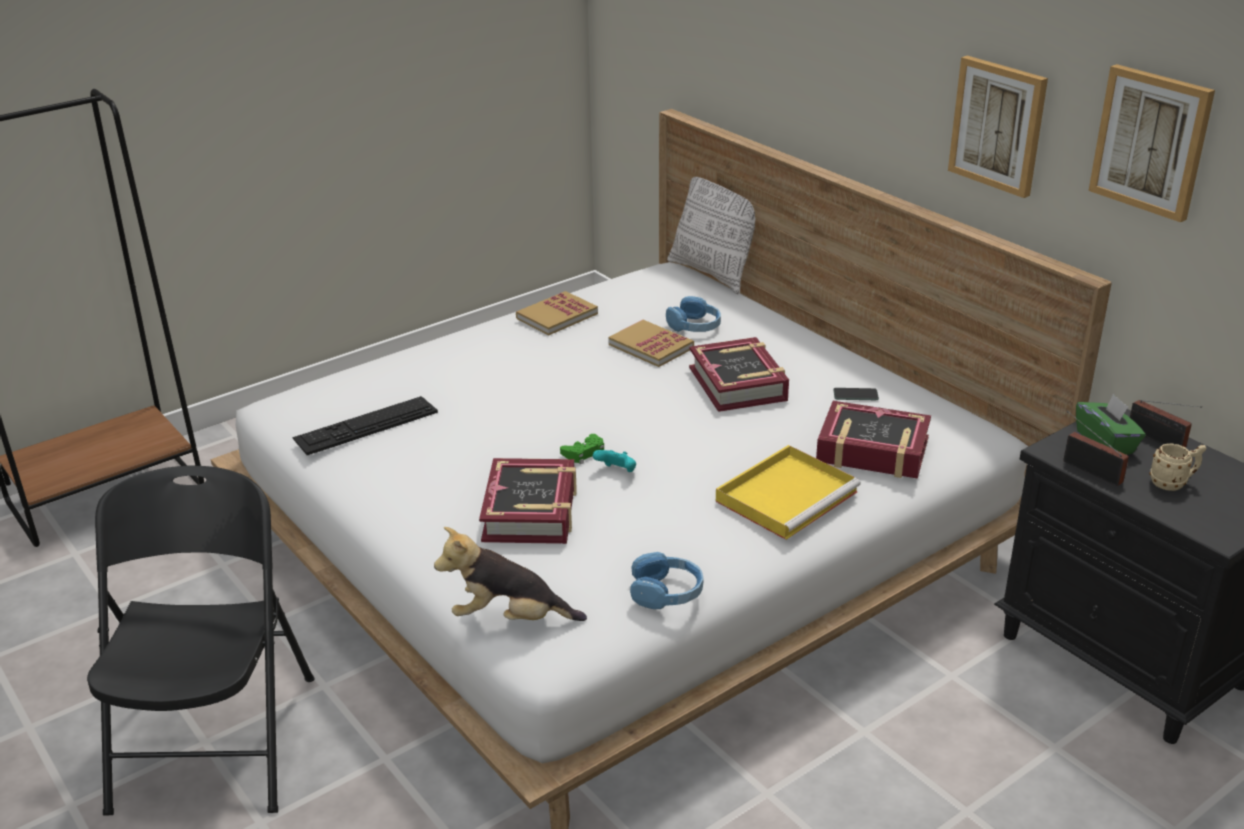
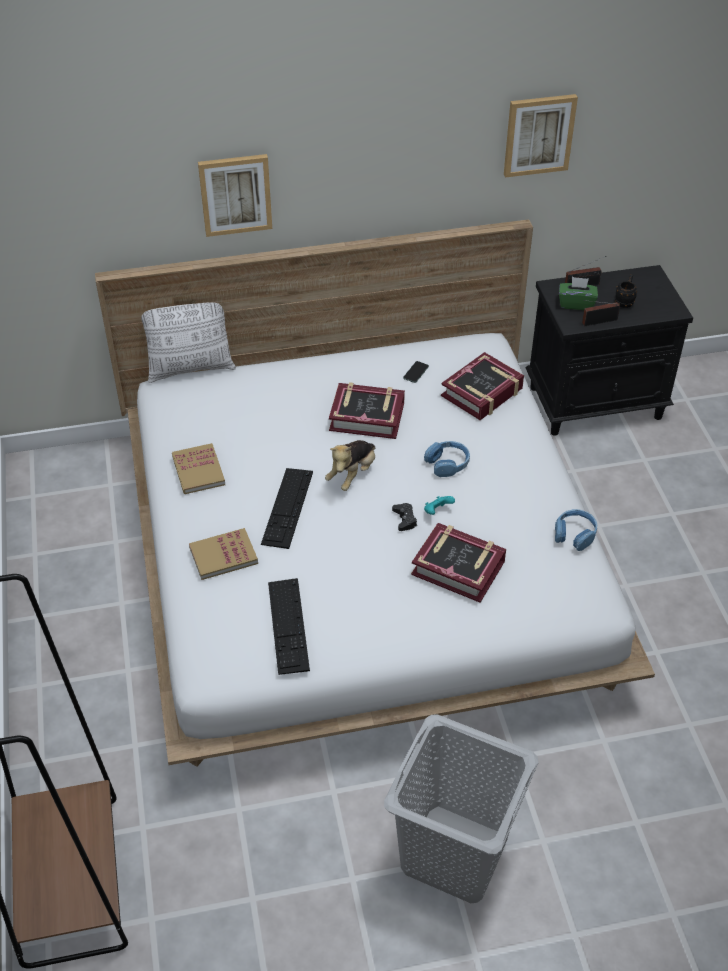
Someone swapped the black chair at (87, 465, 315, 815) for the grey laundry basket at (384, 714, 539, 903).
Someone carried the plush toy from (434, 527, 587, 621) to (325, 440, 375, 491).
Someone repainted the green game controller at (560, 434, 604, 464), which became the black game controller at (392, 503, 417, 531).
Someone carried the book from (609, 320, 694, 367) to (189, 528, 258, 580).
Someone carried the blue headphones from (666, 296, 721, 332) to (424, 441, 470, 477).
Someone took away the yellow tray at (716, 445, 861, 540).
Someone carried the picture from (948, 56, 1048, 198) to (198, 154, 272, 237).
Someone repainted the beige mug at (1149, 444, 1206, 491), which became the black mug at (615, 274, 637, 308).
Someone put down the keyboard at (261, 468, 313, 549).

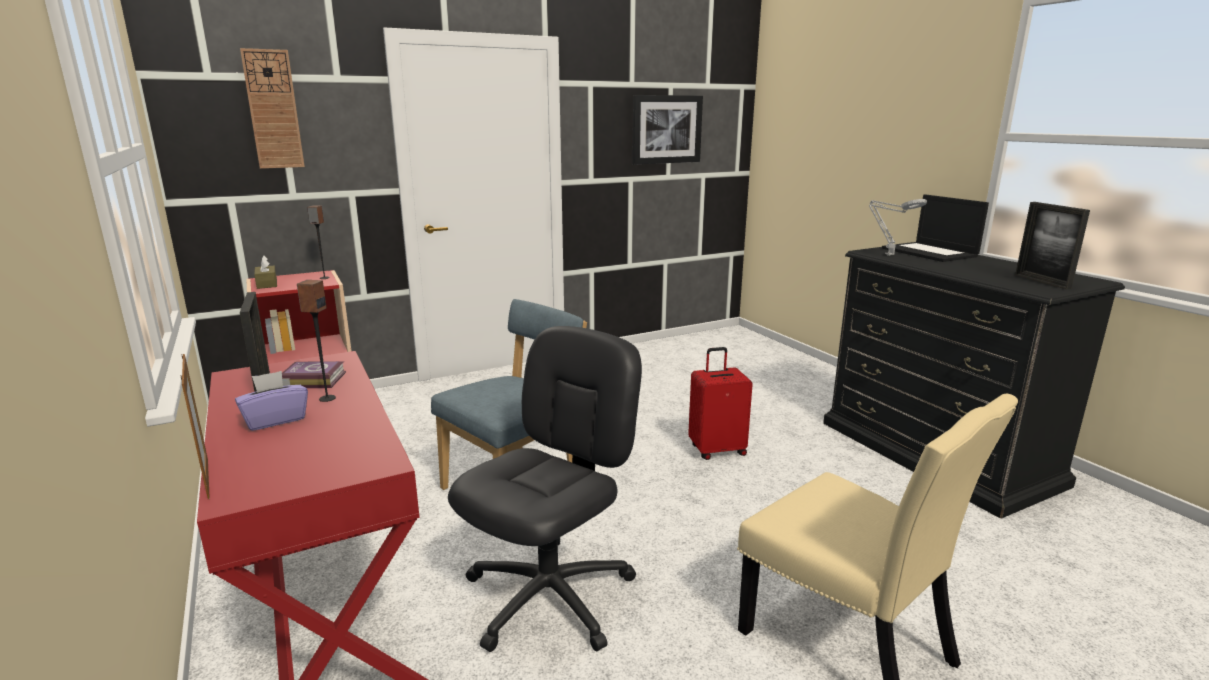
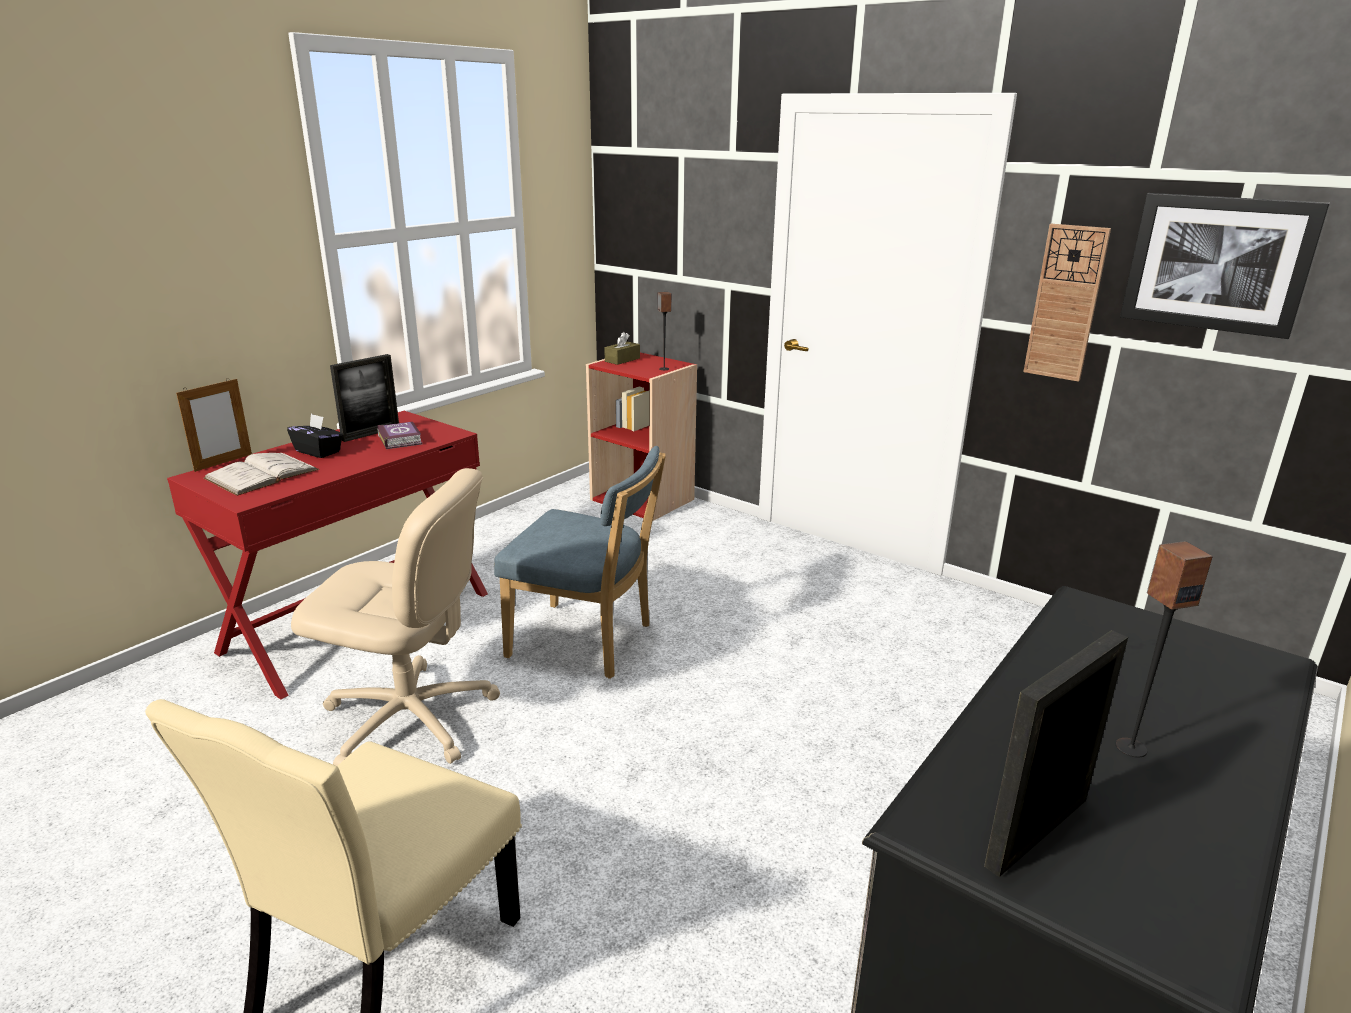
Someone repainted the purple tissue box at (235, 371, 308, 431), which became the black tissue box at (287, 413, 343, 458).
Someone carried the wall clock from (240, 48, 305, 169) to (1023, 224, 1111, 382).
Someone carried the speaker from (297, 280, 336, 402) to (1115, 541, 1213, 758).
Someone repainted the black office chair at (448, 326, 642, 652), which became the beige office chair at (291, 468, 500, 766).
Someone took away the red suitcase at (688, 347, 753, 460).
Someone took away the grey table lamp at (869, 199, 927, 256).
Someone took away the laptop at (882, 194, 989, 262).
Someone put down the white book at (204, 453, 319, 496).

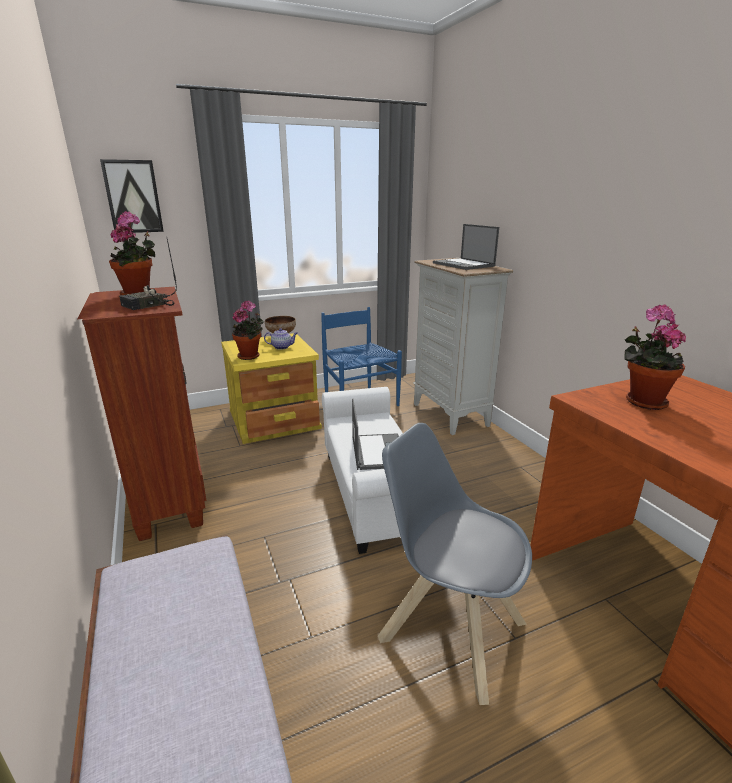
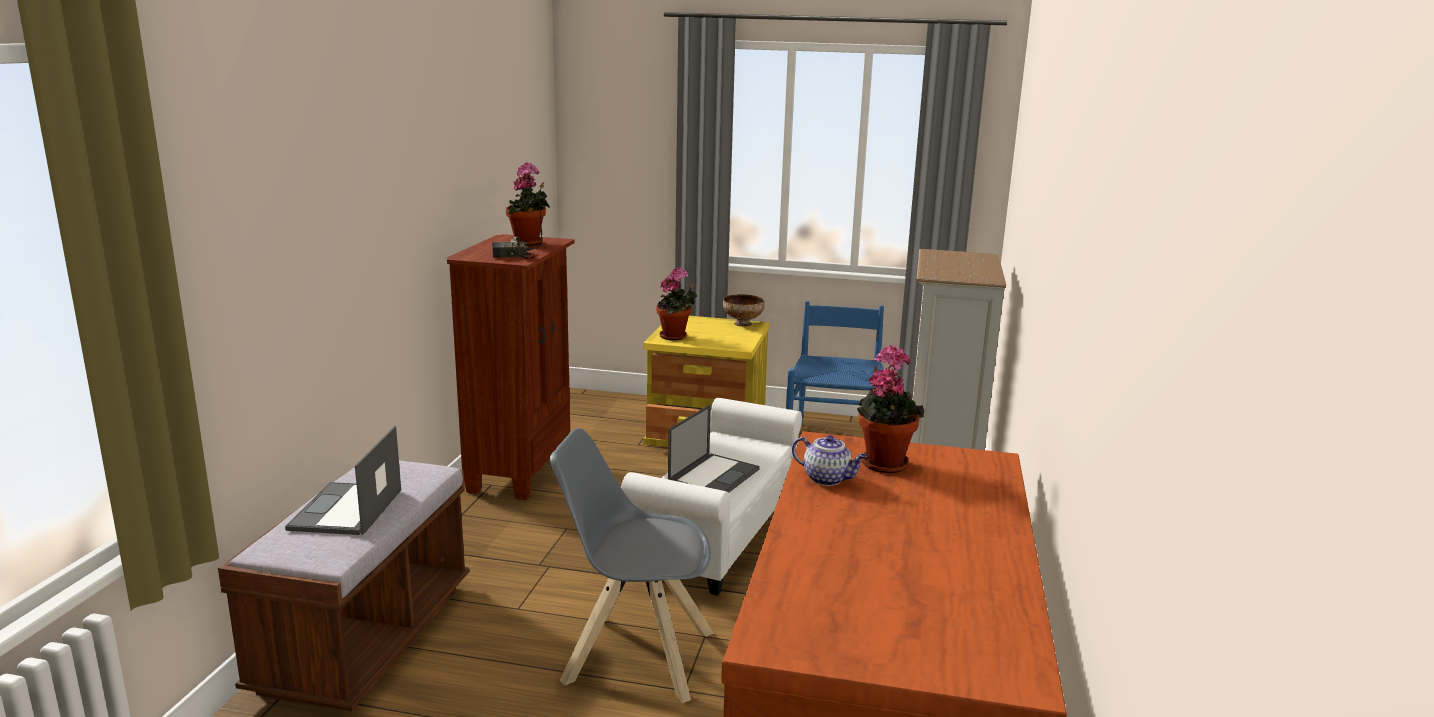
Someone took away the picture at (100, 159, 164, 233).
Someone carried the teapot from (264, 328, 298, 350) to (792, 435, 867, 486).
Someone rotated the grey chair at (378, 423, 532, 705) by 60 degrees counterclockwise.
Someone carried the laptop from (433, 224, 499, 270) to (285, 426, 401, 535).

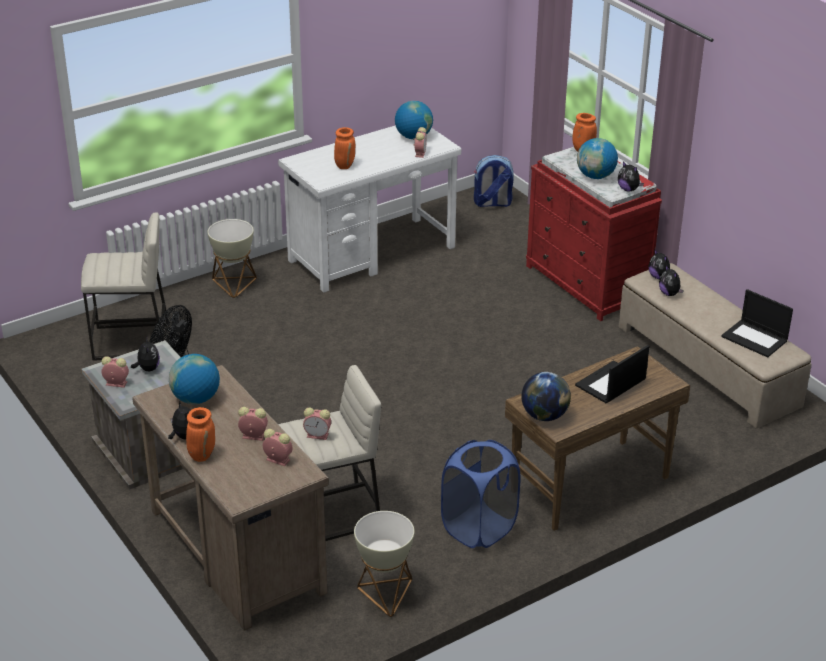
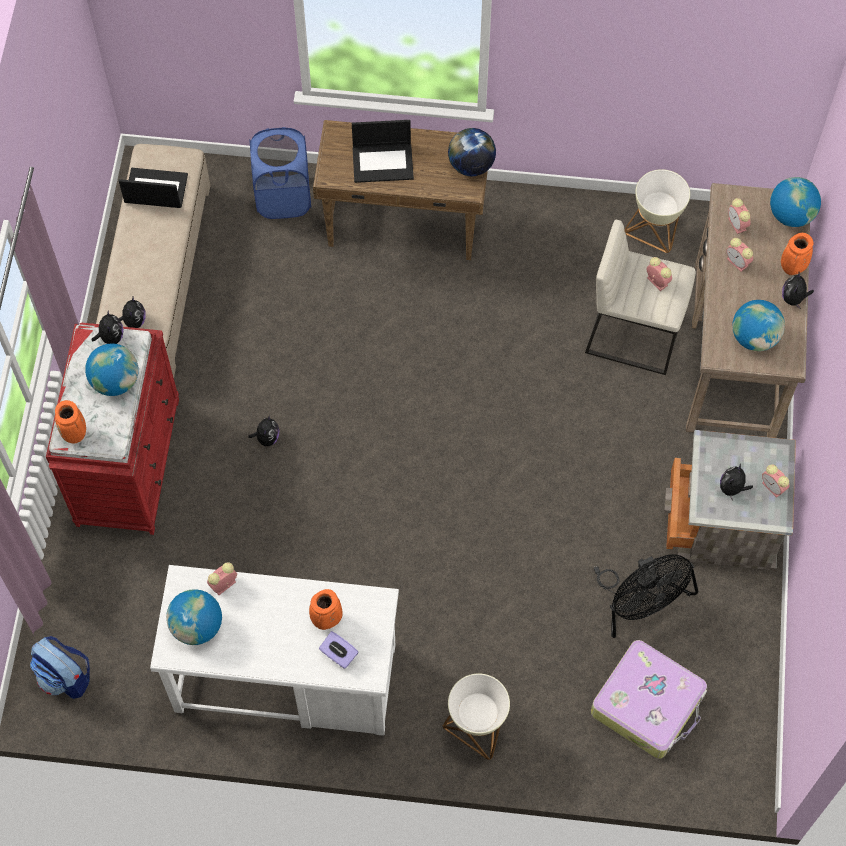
Someone swapped the beige stool at (81, 213, 169, 361) for the suitcase at (591, 640, 707, 758).
Someone carried the blue laundry basket from (441, 440, 520, 548) to (249, 127, 311, 219).
Someone carried the plush toy from (659, 265, 684, 296) to (248, 415, 279, 446).
Someone rotated the laptop at (721, 289, 793, 357) by 75 degrees counterclockwise.
Someone put down the purple tissue box at (319, 631, 359, 669).
Someone put down the globe at (770, 177, 821, 227).

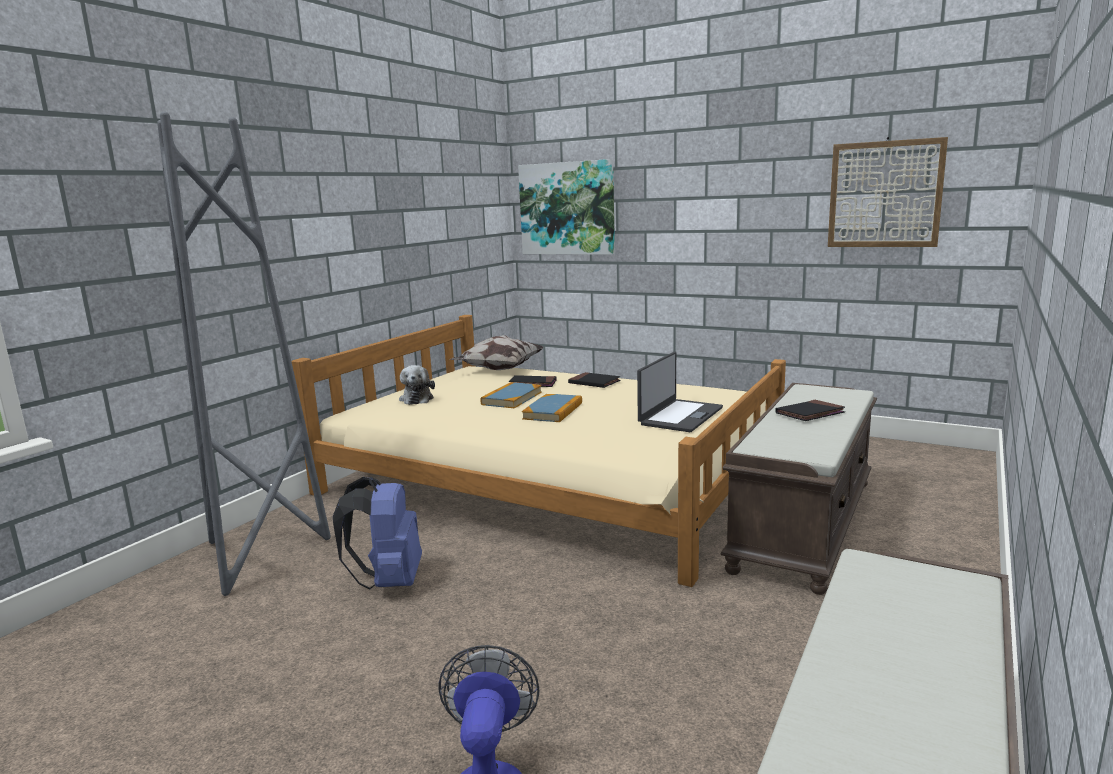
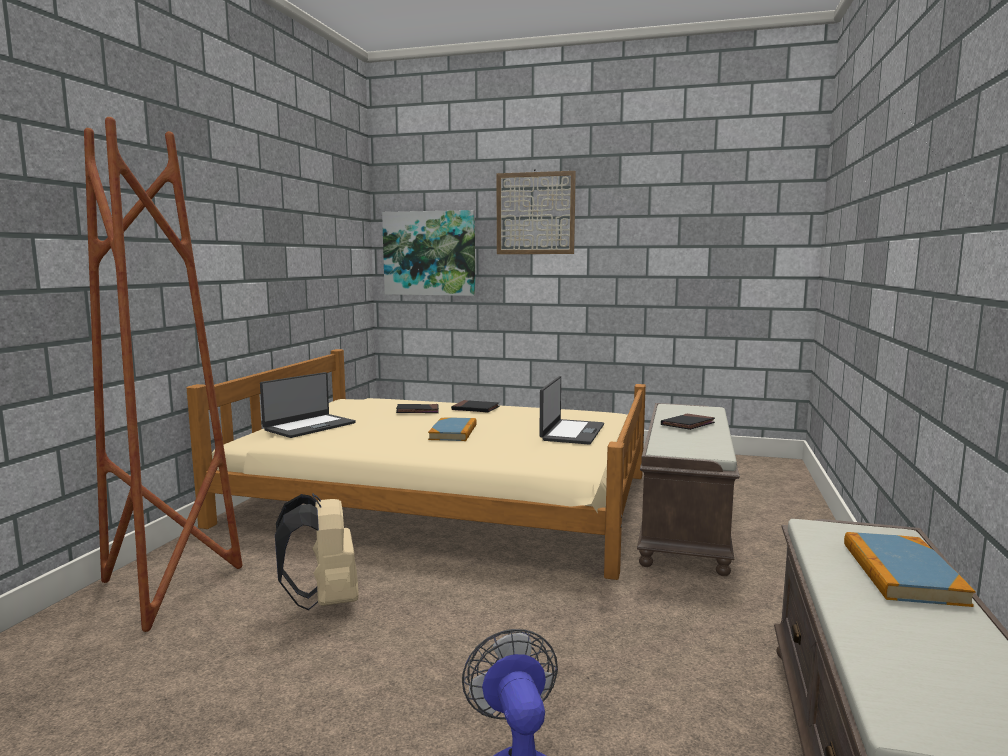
Someone repainted the grey clothes rack at (157, 111, 331, 596), which became the brown clothes rack at (84, 117, 242, 632).
Someone repainted the blue backpack at (333, 477, 422, 589), which became the beige backpack at (275, 493, 359, 610).
Someone swapped the plush toy at (399, 365, 435, 405) for the laptop at (260, 372, 356, 438).
Someone took away the pillow at (450, 335, 544, 370).
Someone carried the book from (480, 382, 542, 408) to (844, 532, 975, 607).
Someone carried the picture from (828, 137, 948, 247) to (497, 169, 576, 254).

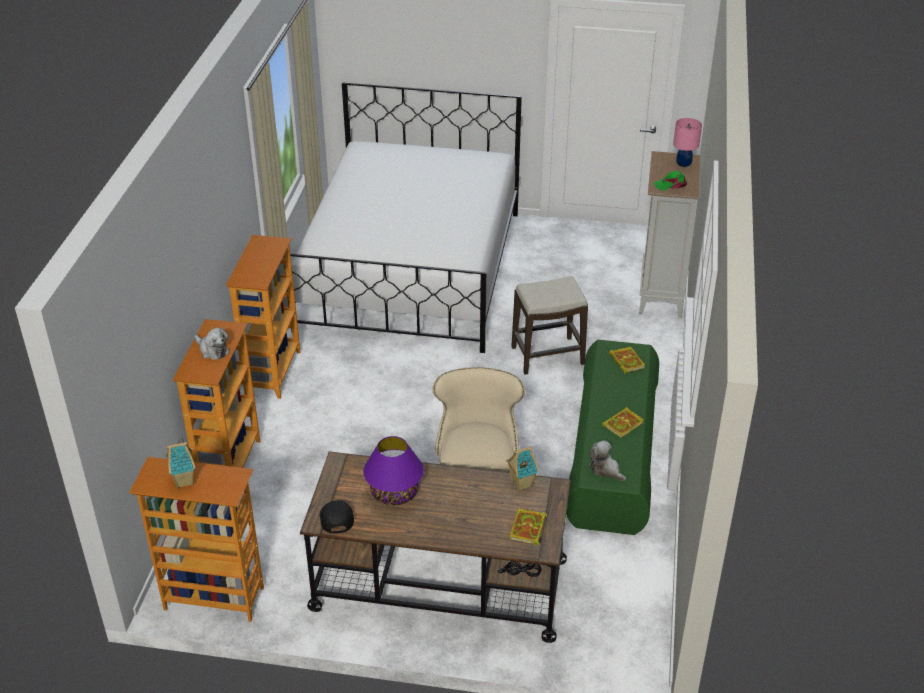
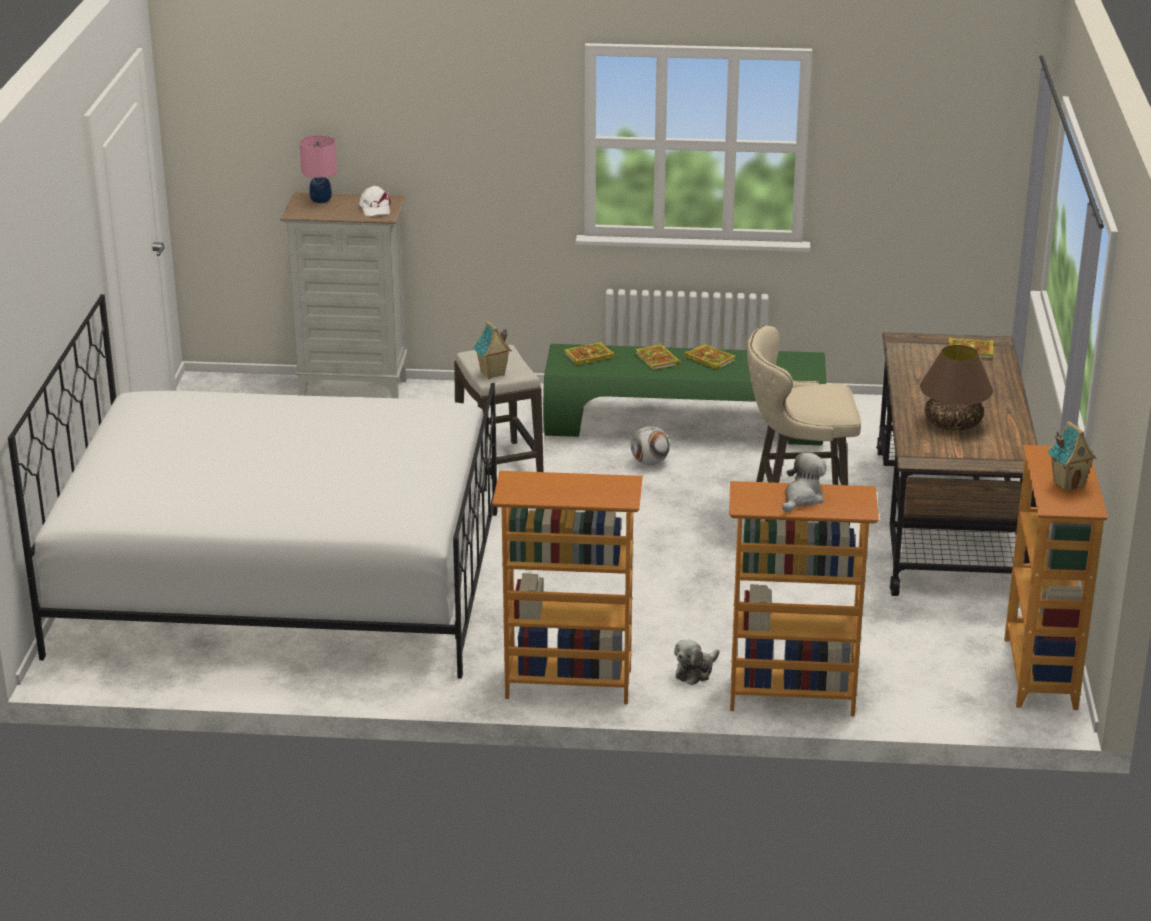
Someone took away the black cap at (320, 500, 354, 533).
Someone repainted the purple table lamp at (363, 436, 424, 505), which became the brown table lamp at (920, 345, 993, 431).
Someone carried the toy house from (506, 446, 539, 491) to (473, 320, 512, 379).
Someone carried the plush toy from (589, 440, 626, 481) to (674, 639, 719, 685).
Someone repainted the green cap at (654, 171, 687, 191), which became the white cap at (359, 186, 391, 216).
Someone put down the football at (631, 426, 670, 465).
Someone put down the book at (635, 343, 681, 370).

